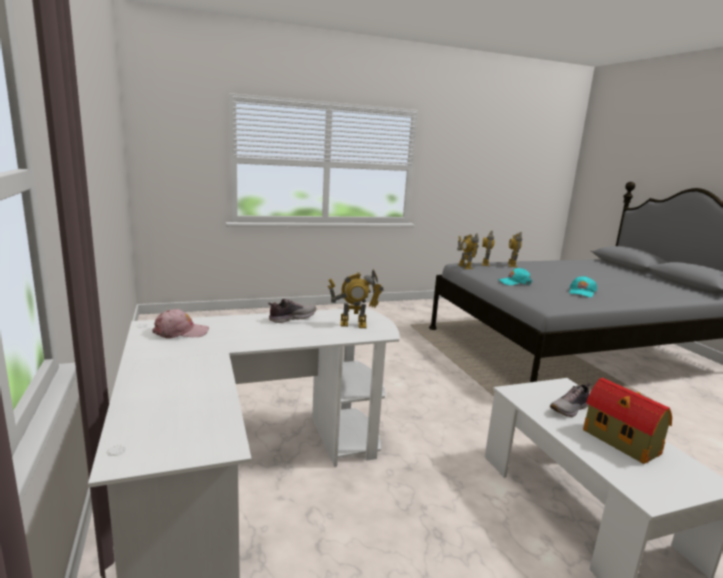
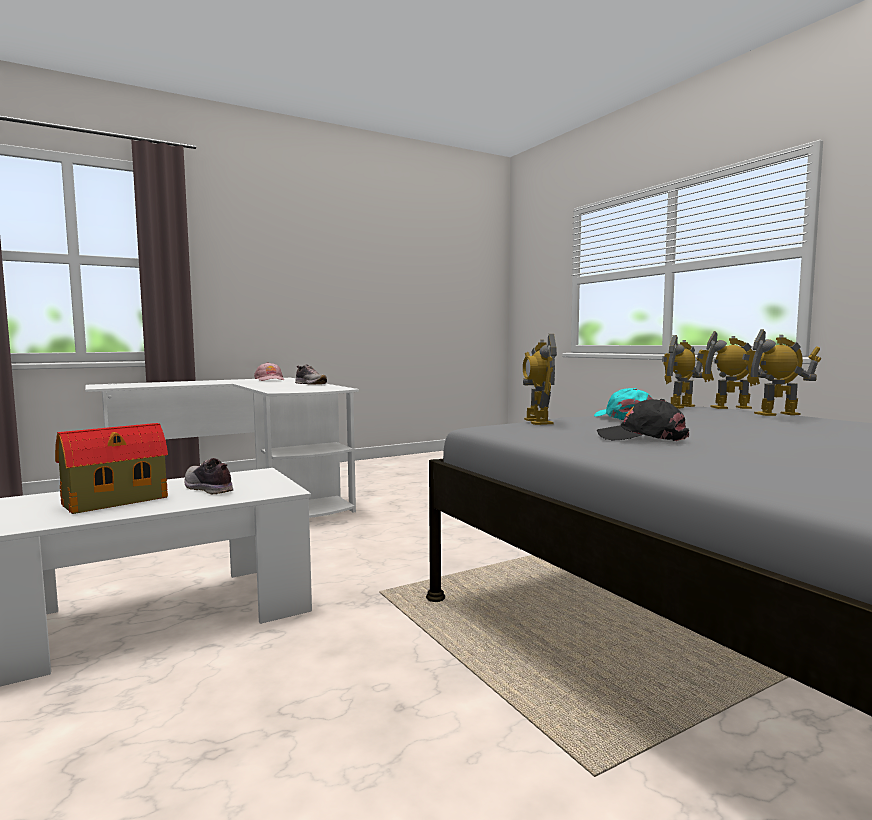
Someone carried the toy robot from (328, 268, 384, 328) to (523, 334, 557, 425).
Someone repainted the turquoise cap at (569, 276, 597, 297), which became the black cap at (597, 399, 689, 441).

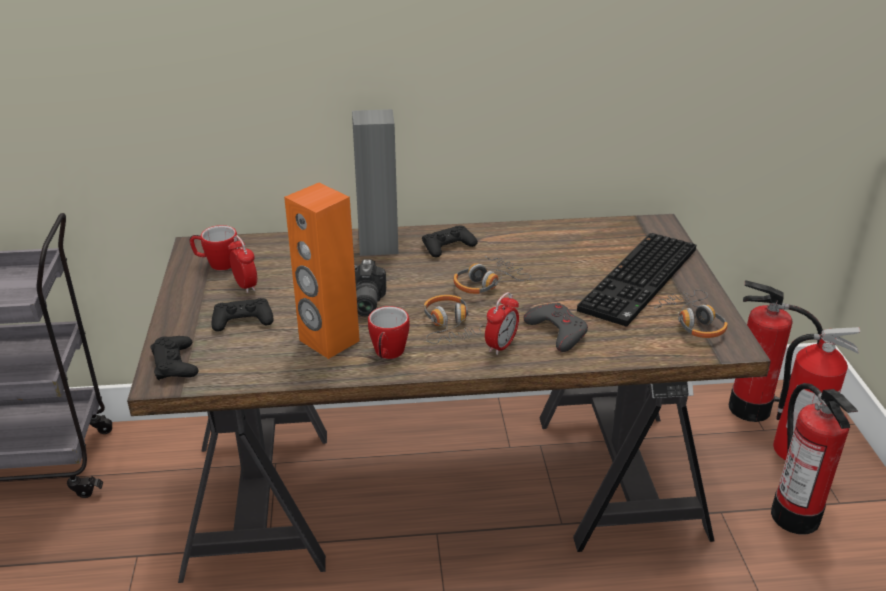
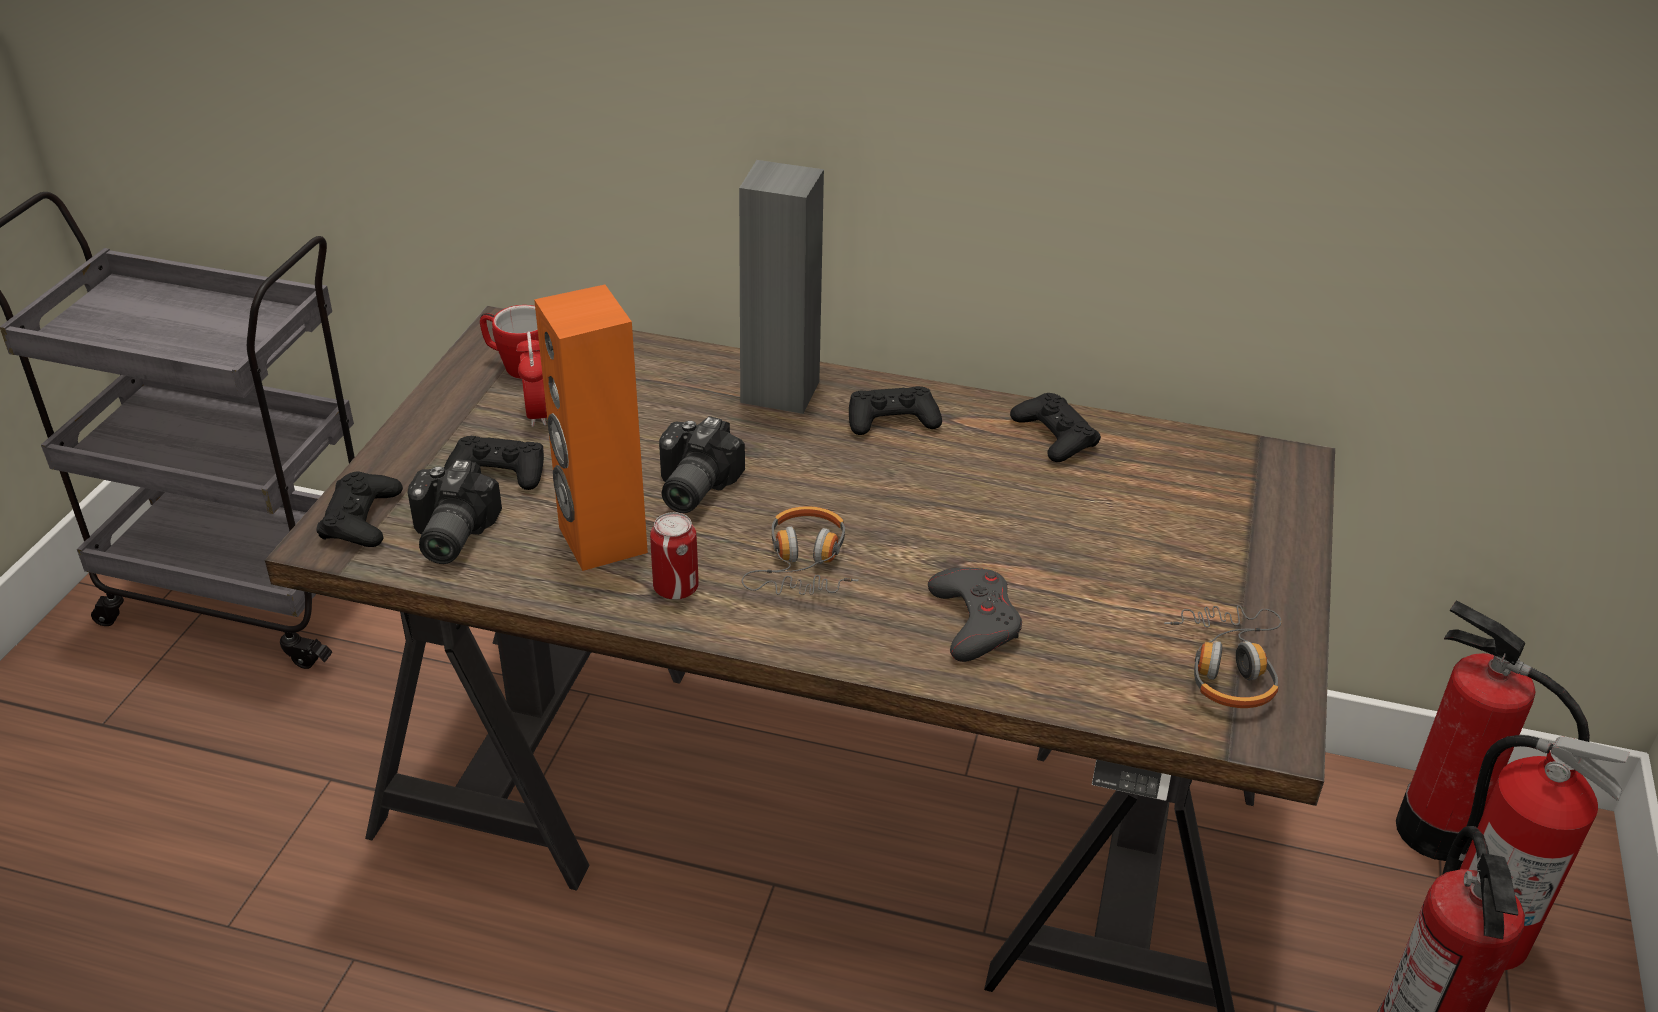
Someone swapped the mug at (368, 306, 410, 359) for the can at (650, 512, 699, 599).
Someone took away the headphones at (453, 256, 531, 294).
Someone took away the alarm clock at (485, 292, 519, 355).
Someone took away the keyboard at (577, 233, 696, 326).
Someone put down the photo camera at (407, 459, 502, 564).
Someone put down the black game controller at (1010, 393, 1101, 462).

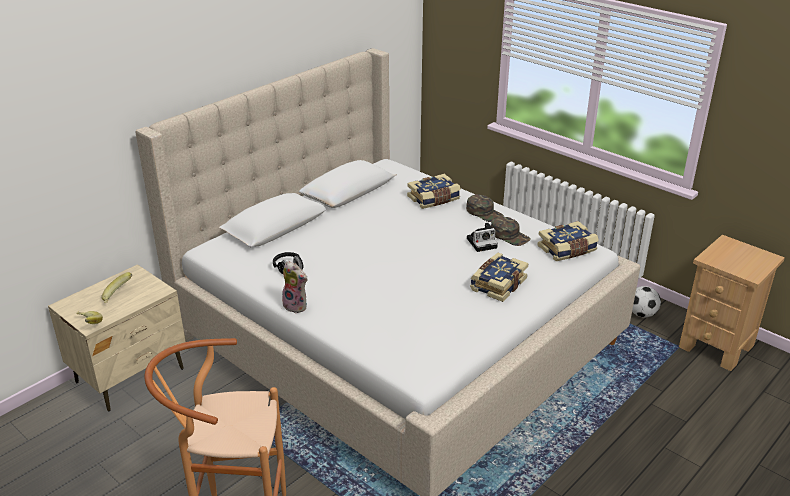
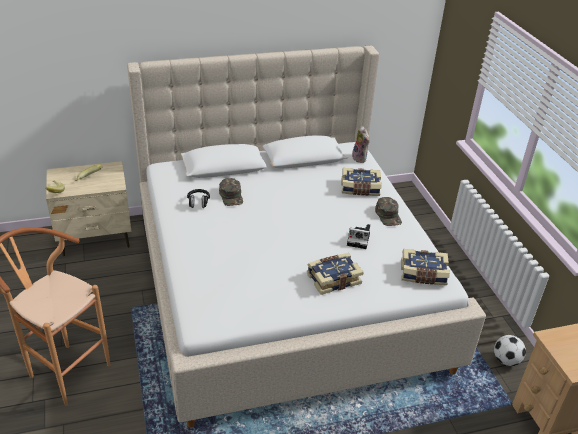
Someone carried the plush toy from (281, 261, 308, 313) to (352, 126, 370, 163).
Someone carried the green cap from (491, 216, 530, 246) to (219, 178, 243, 206).

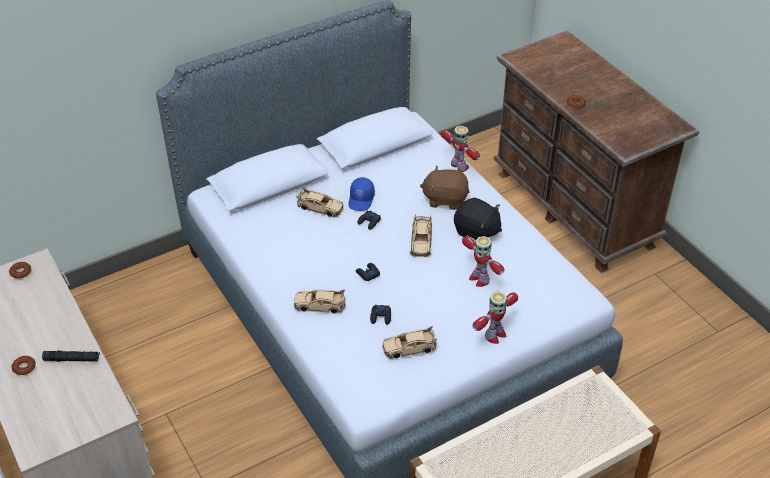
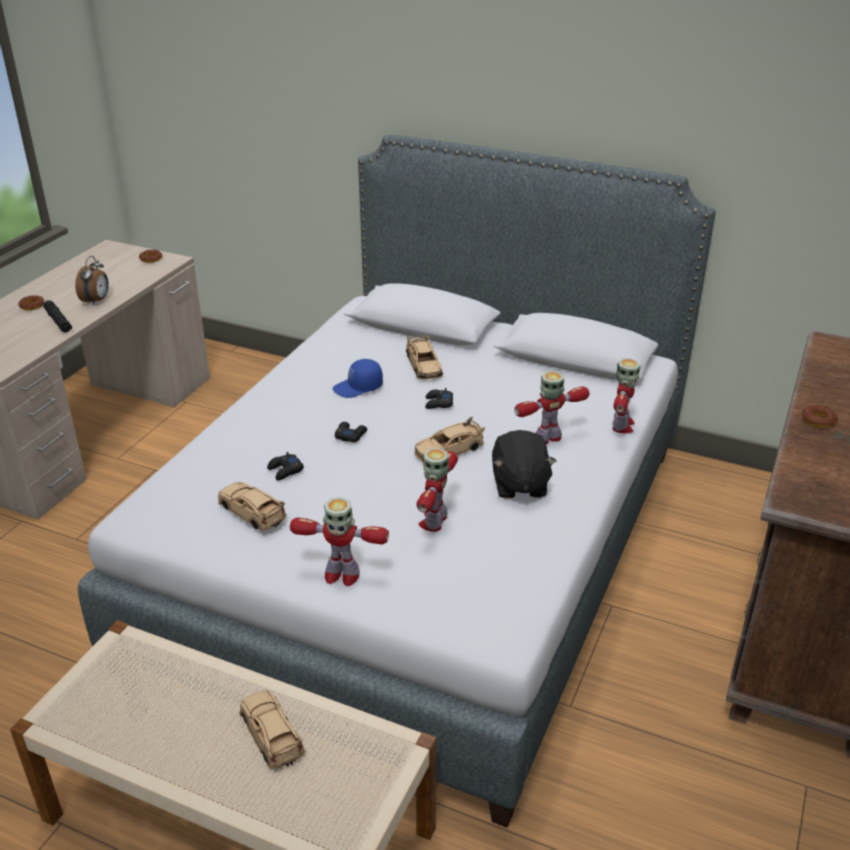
Someone carried the beige toy car from (294, 290, 346, 313) to (239, 690, 305, 768).
Someone carried the blue cap from (349, 177, 375, 211) to (333, 359, 383, 398).
Someone swapped the brown plush toy at (420, 166, 469, 210) for the toy robot at (514, 371, 589, 445).
Someone put down the alarm clock at (75, 256, 109, 305).

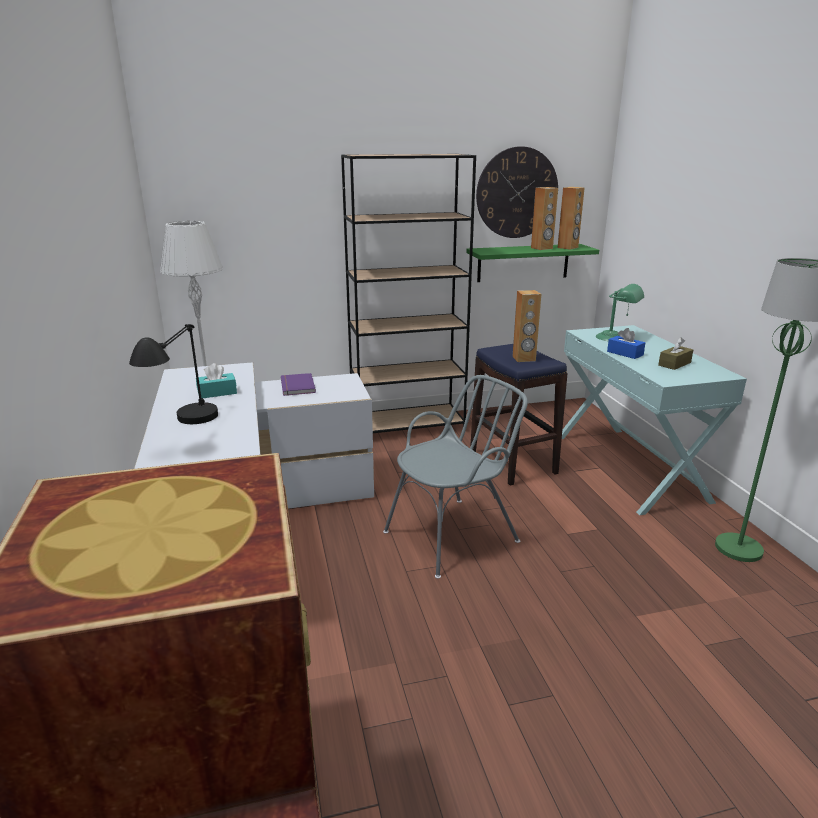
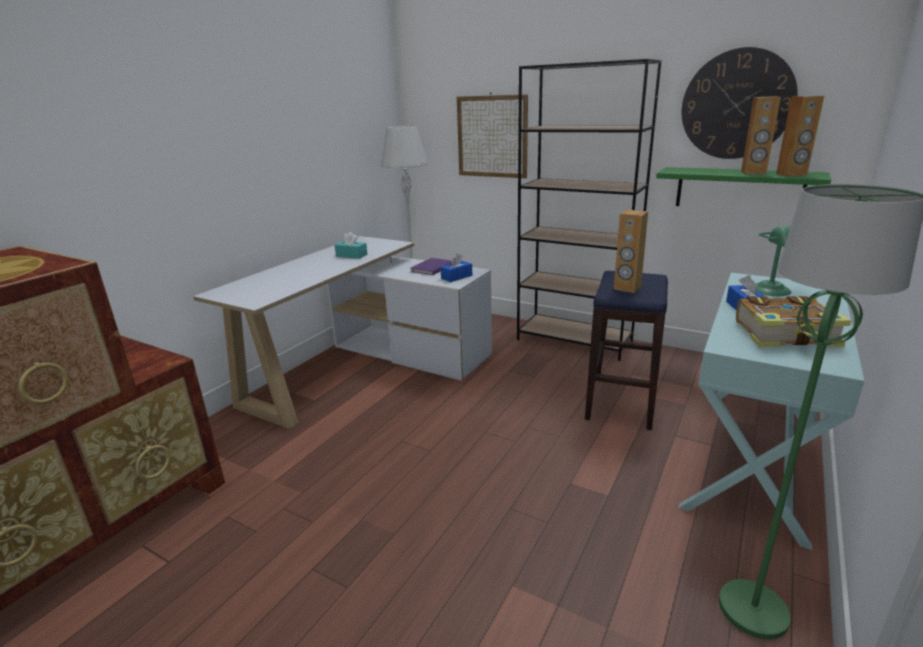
Someone took away the black table lamp at (129, 324, 218, 424).
Someone took away the grey chair at (383, 375, 528, 579).
Someone swapped the brown tissue box at (658, 338, 693, 370) for the book at (736, 296, 851, 347).
Someone put down the blue tissue box at (441, 254, 472, 282).
Someone put up the picture at (457, 92, 528, 178).

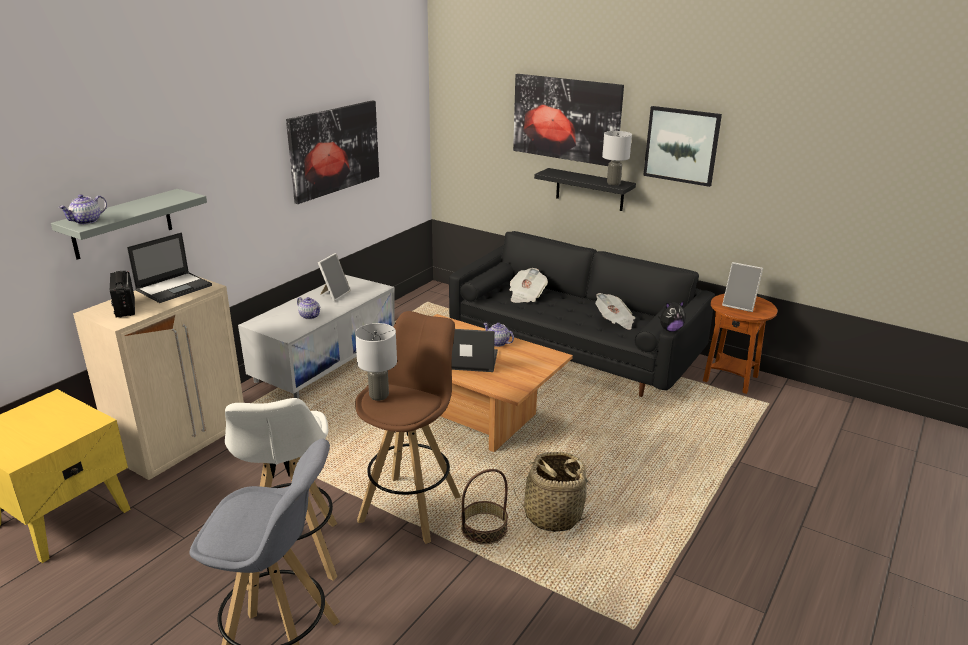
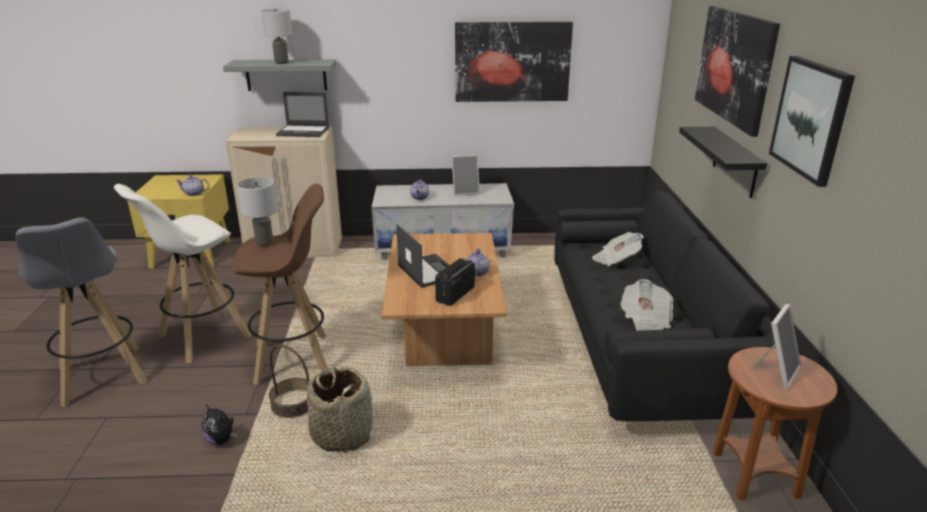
Someone carried the teapot from (58, 194, 107, 224) to (175, 175, 209, 196).
Someone carried the radio from (110, 271, 135, 317) to (435, 258, 475, 306).
Someone carried the white table lamp from (602, 131, 632, 186) to (261, 9, 292, 64).
Someone carried the plush toy from (658, 301, 685, 332) to (202, 404, 237, 445).
Someone rotated the picture frame at (722, 262, 763, 312) by 135 degrees counterclockwise.

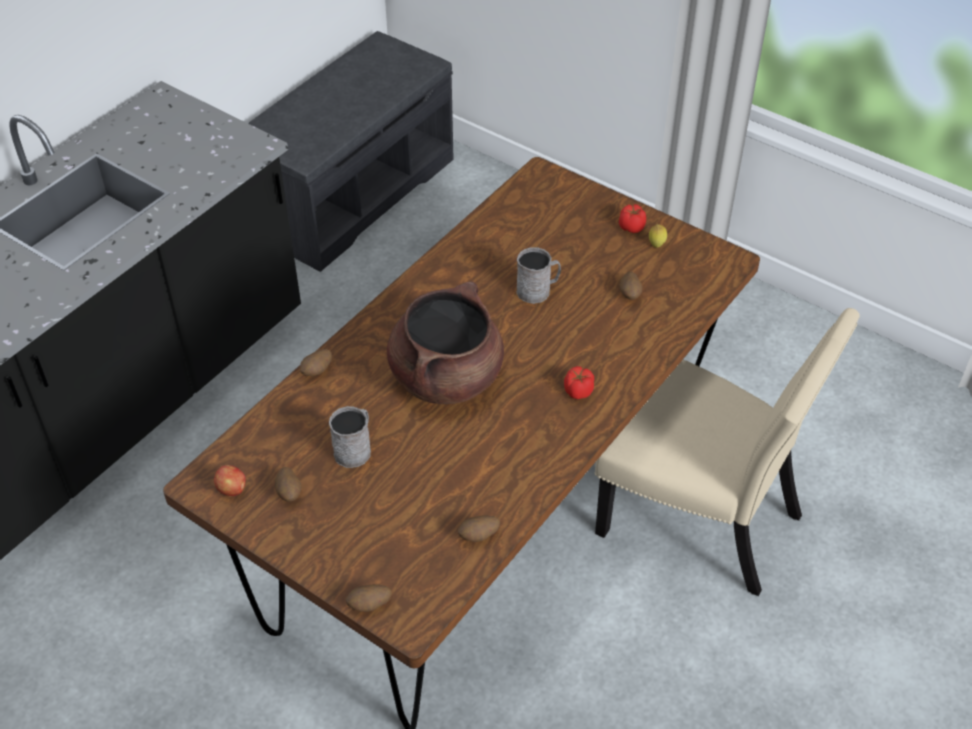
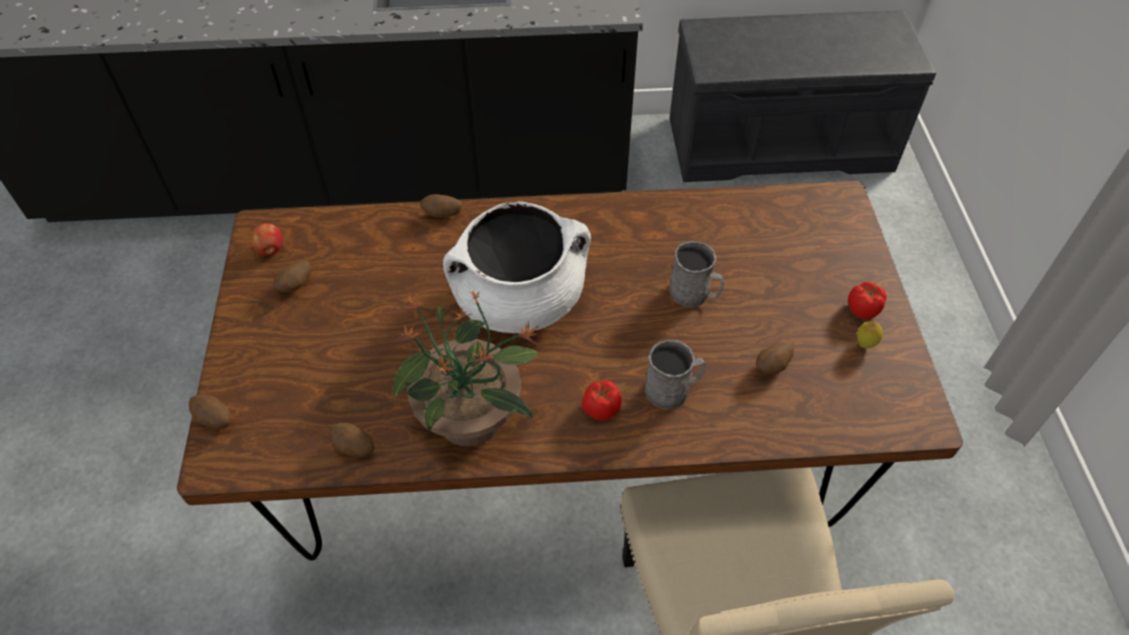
Someone carried the grey mug from (329, 406, 371, 468) to (645, 340, 705, 410).
Someone repainted the brown cooking pot at (387, 281, 504, 404), which became the white cooking pot at (443, 201, 591, 333).
Someone put down the potted plant at (392, 291, 539, 446).

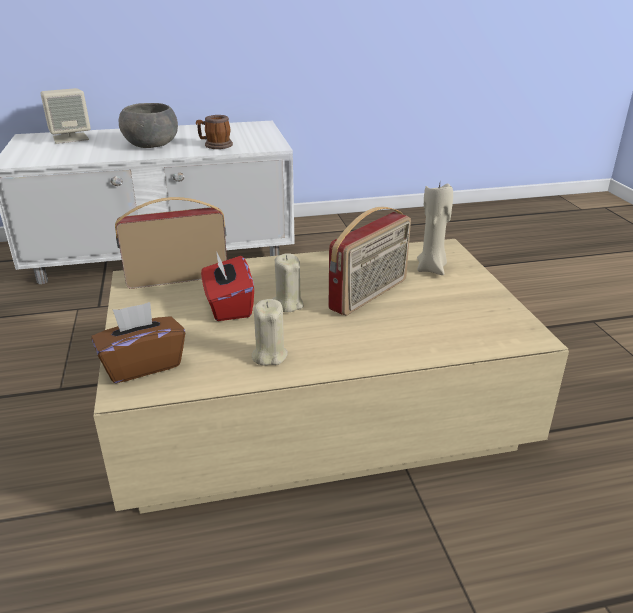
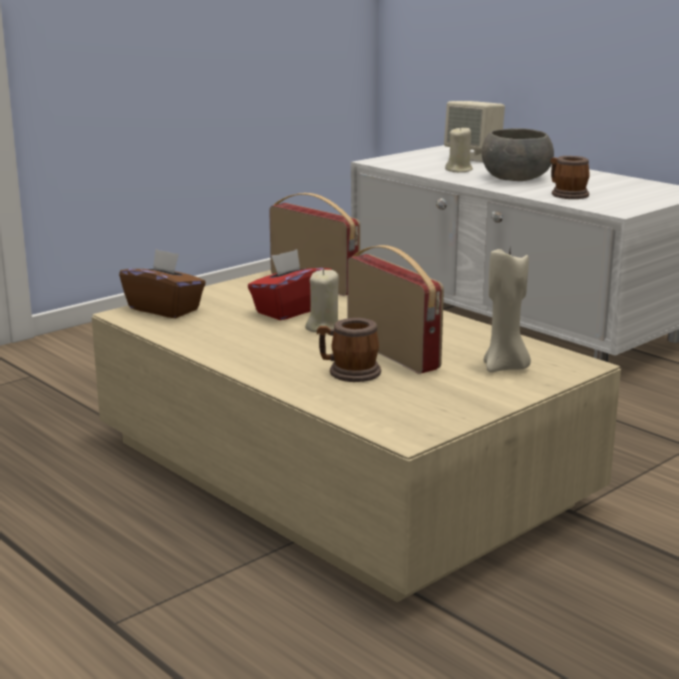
Someone carried the beige candle from (252, 299, 288, 366) to (445, 126, 473, 172).
Someone rotated the radio at (328, 207, 411, 315) by 135 degrees counterclockwise.
Someone put down the mug at (317, 318, 381, 382).

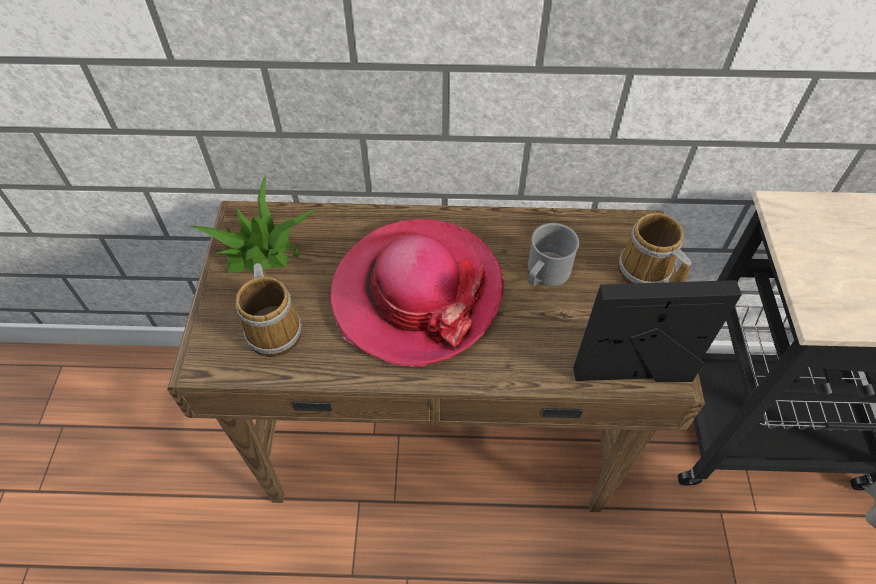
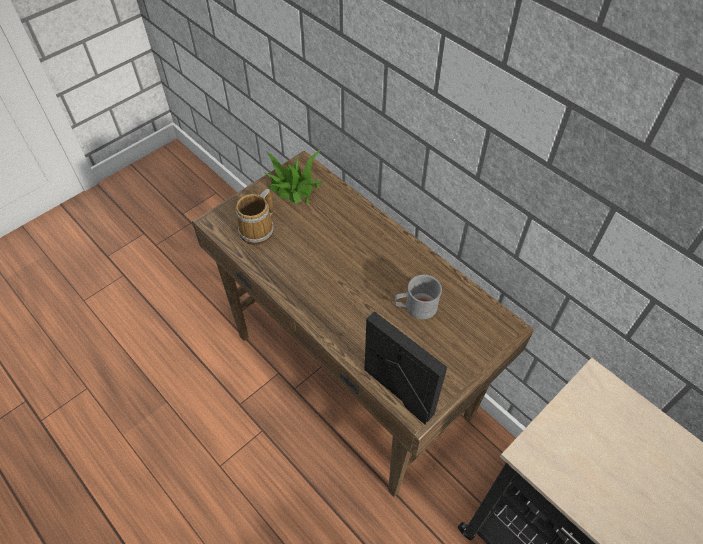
Someone took away the hat at (330, 219, 504, 367).
Someone took away the mug at (618, 213, 692, 284).

